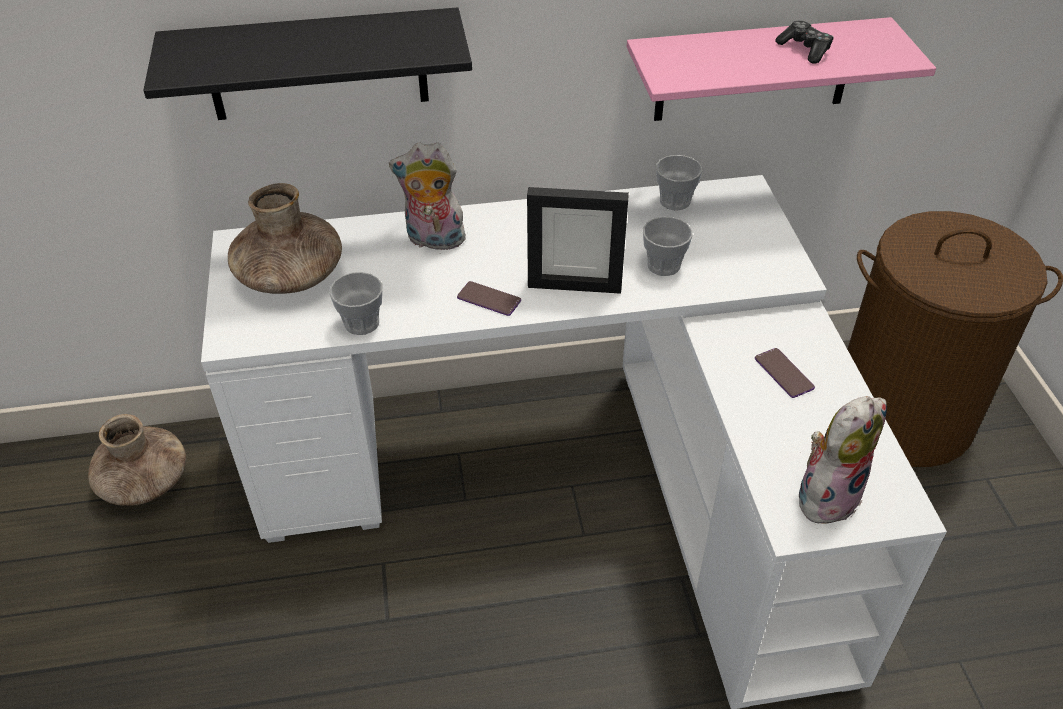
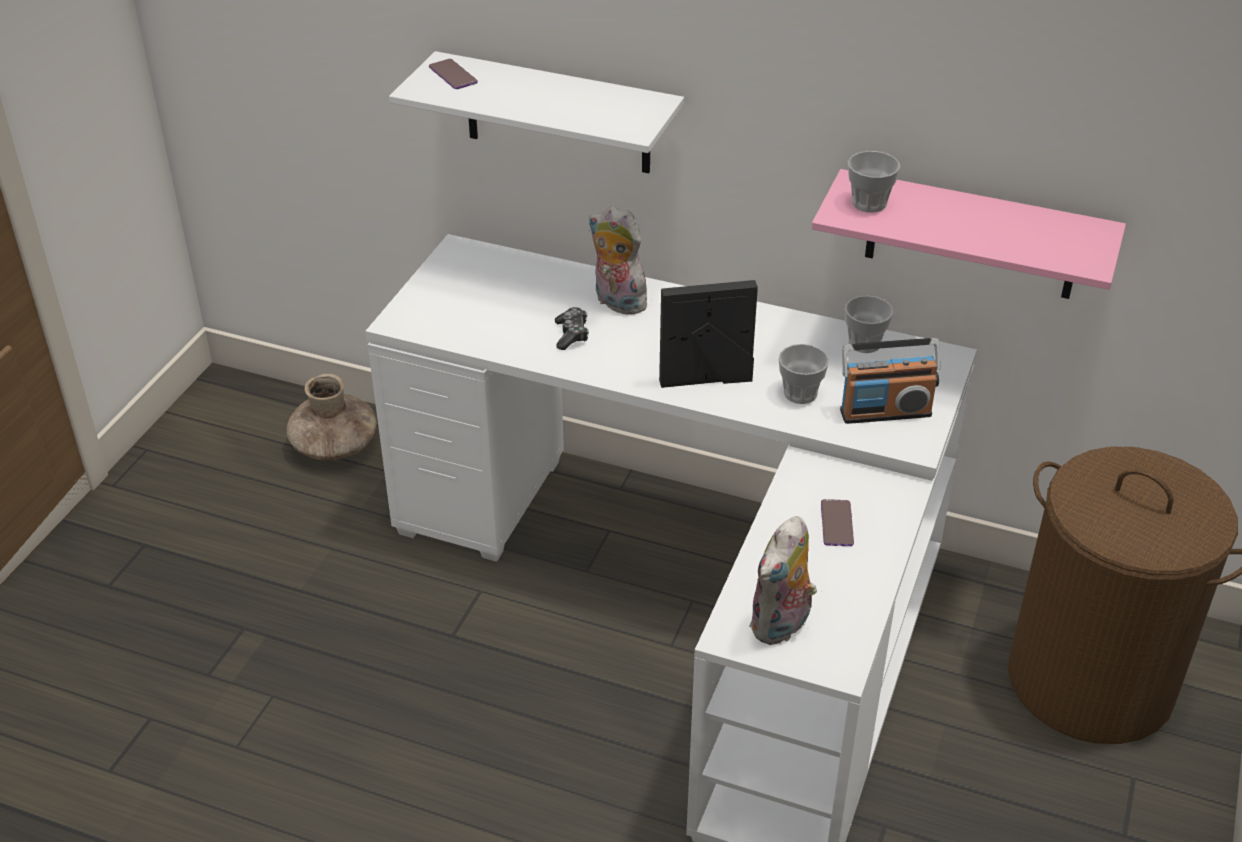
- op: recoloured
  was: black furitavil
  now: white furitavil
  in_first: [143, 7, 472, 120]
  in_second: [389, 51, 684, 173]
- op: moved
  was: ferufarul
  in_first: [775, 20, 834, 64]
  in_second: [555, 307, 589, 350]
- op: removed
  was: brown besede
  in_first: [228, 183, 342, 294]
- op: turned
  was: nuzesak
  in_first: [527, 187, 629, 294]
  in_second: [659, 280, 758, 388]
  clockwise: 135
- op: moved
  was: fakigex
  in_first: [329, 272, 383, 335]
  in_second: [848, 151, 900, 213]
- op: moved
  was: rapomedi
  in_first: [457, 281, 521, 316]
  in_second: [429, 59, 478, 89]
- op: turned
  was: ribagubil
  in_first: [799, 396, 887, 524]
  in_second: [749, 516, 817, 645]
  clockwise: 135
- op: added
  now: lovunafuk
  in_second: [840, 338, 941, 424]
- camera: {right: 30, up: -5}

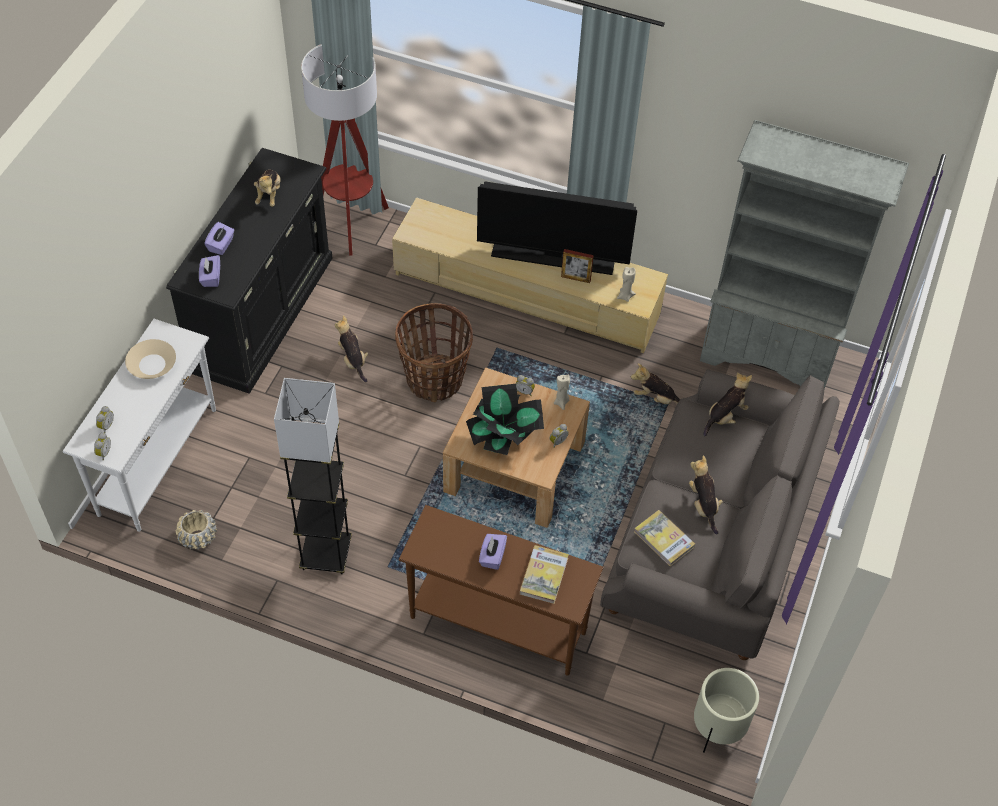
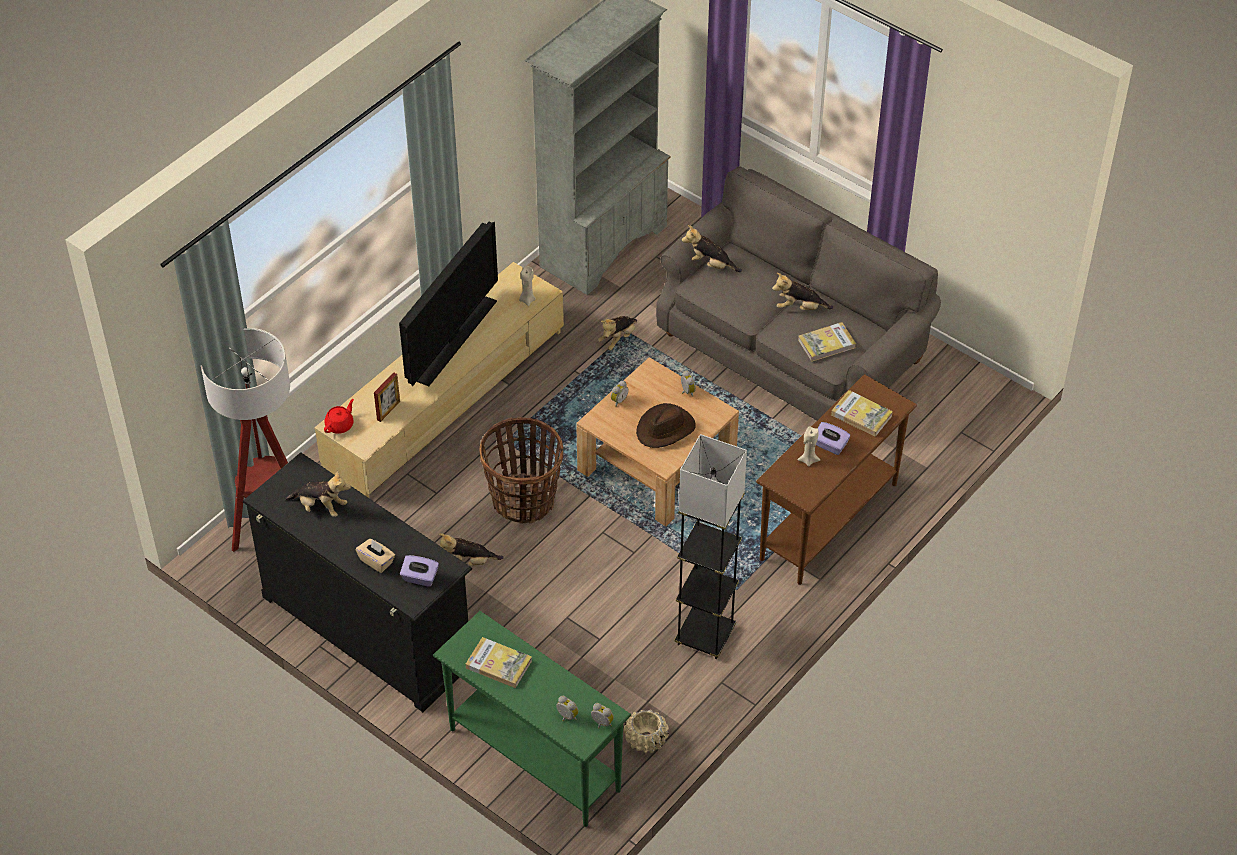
- op: recoloured
  was: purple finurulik
  now: beige finurulik
  in_first: [204, 222, 235, 255]
  in_second: [356, 539, 395, 573]
- op: moved
  was: nuzesak
  in_first: [561, 249, 594, 283]
  in_second: [374, 372, 400, 422]
- op: recoloured
  was: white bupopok
  now: green bupopok
  in_first: [63, 319, 216, 532]
  in_second: [433, 611, 631, 827]
- op: replaced
  was: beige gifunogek
  now: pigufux
  in_first: [125, 339, 176, 379]
  in_second: [466, 637, 532, 688]
- op: turned
  was: ribagubil
  in_first: [704, 372, 752, 436]
  in_second: [682, 225, 742, 272]
  clockwise: -45
- op: moved
  was: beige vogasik
  in_first: [554, 375, 570, 410]
  in_second: [797, 426, 820, 467]
- op: replaced
  was: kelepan
  now: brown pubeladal
  in_first: [466, 384, 544, 455]
  in_second: [636, 403, 696, 448]
- op: removed
  was: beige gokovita
  in_first: [694, 668, 759, 752]
- op: added
  now: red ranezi
  in_second: [324, 399, 354, 434]
- camera: {right: -70, up: -5}

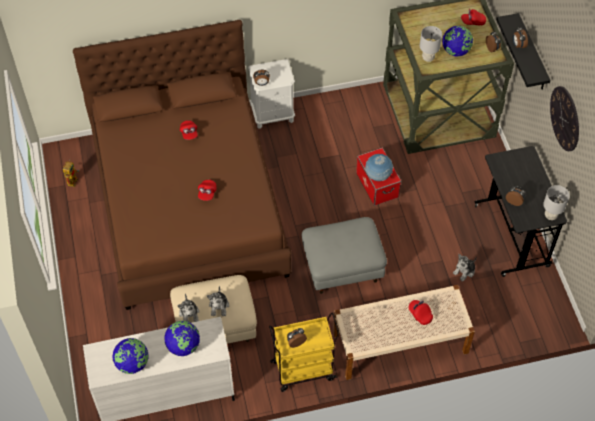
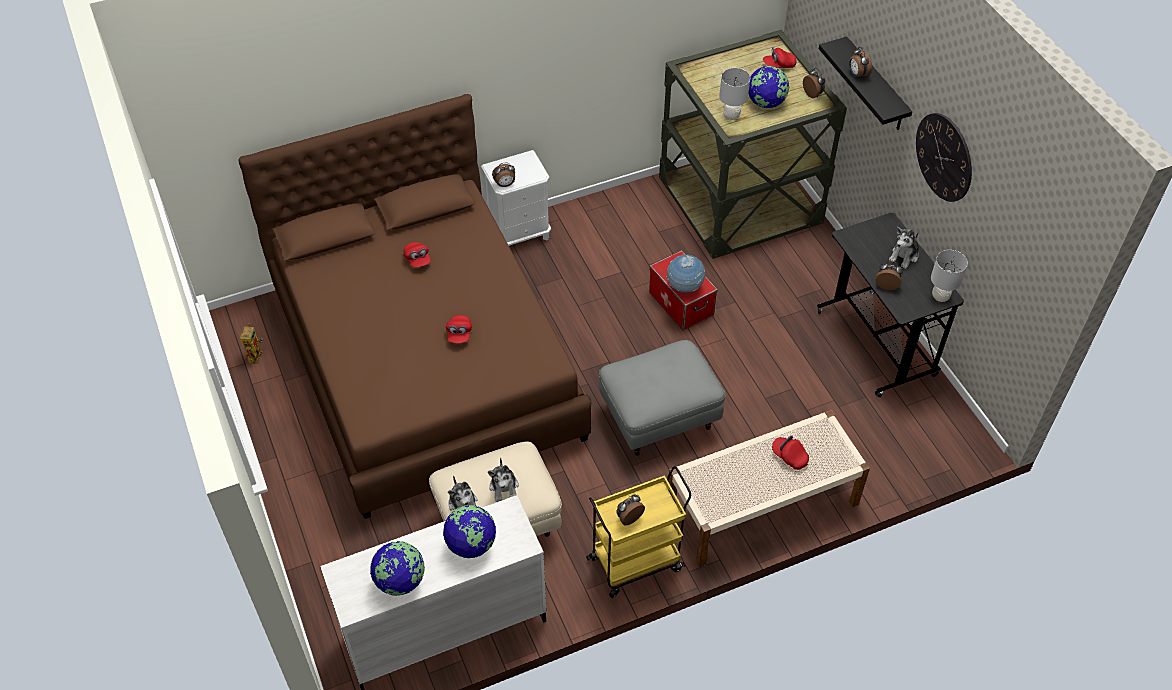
- op: moved
  was: ribagubil
  in_first: [453, 254, 477, 282]
  in_second: [889, 227, 919, 269]
- camera: {right: -10, up: -5}

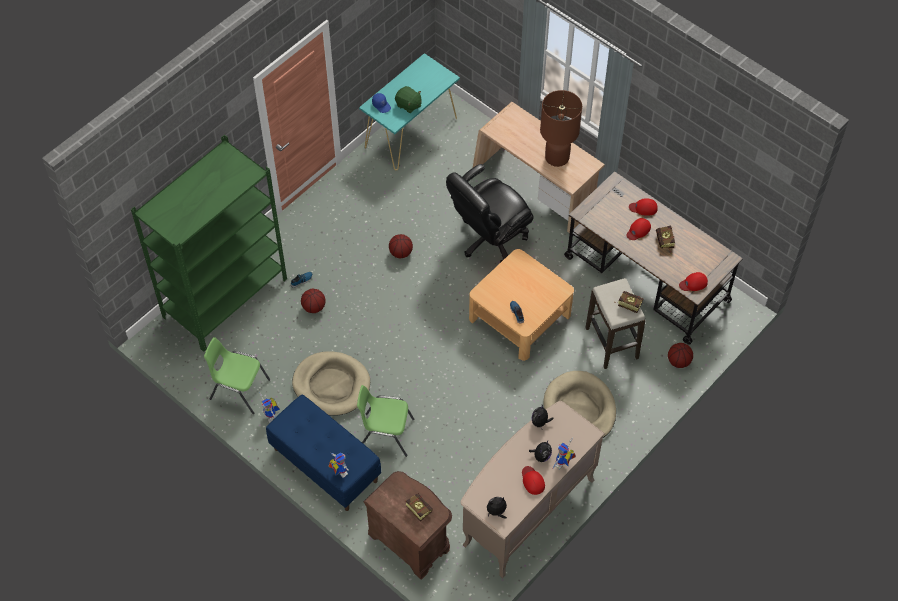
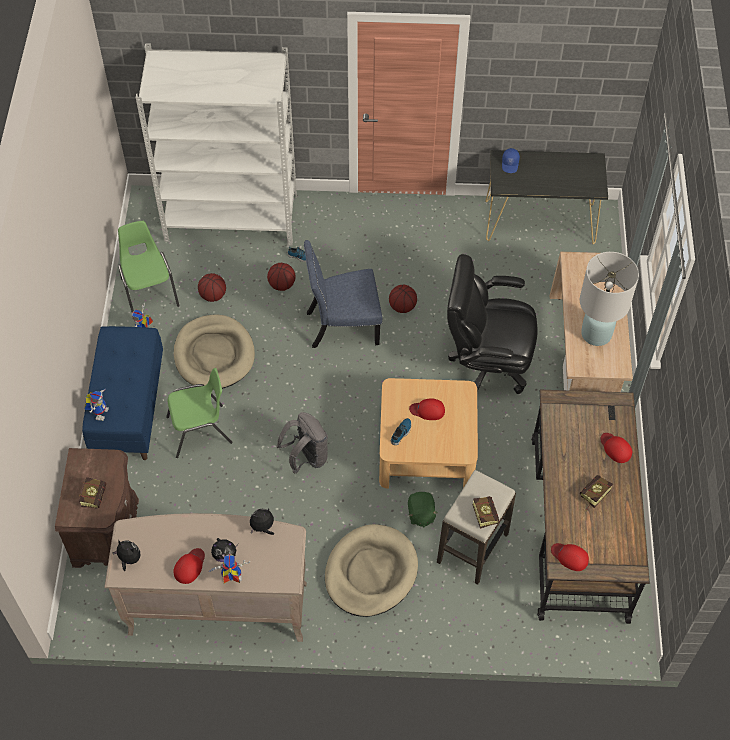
- op: recoloured
  was: turquoise bupopok
  now: black bupopok
  in_first: [359, 53, 460, 170]
  in_second: [485, 150, 608, 244]
- op: moved
  was: green ribagubil
  in_first: [395, 86, 422, 113]
  in_second: [408, 492, 438, 528]
- op: recoloured
  was: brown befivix
  now: white befivix
  in_first: [540, 90, 582, 167]
  in_second: [580, 252, 639, 346]
- op: recoloured
  was: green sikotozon
  now: white sikotozon
  in_first: [131, 135, 287, 352]
  in_second: [136, 43, 297, 245]
- op: moved
  was: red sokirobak
  in_first: [626, 218, 651, 240]
  in_second: [409, 398, 445, 420]
- op: moved
  was: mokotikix
  in_first: [668, 343, 693, 368]
  in_second: [198, 273, 226, 302]
- op: turned
  was: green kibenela
  in_first: [357, 385, 414, 457]
  in_second: [166, 368, 233, 458]
  clockwise: 105
- op: added
  now: blue kibenela
  in_second: [304, 240, 383, 348]
- op: added
  now: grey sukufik
  in_second: [277, 412, 328, 474]
- camera: {right: 50, up: 0}

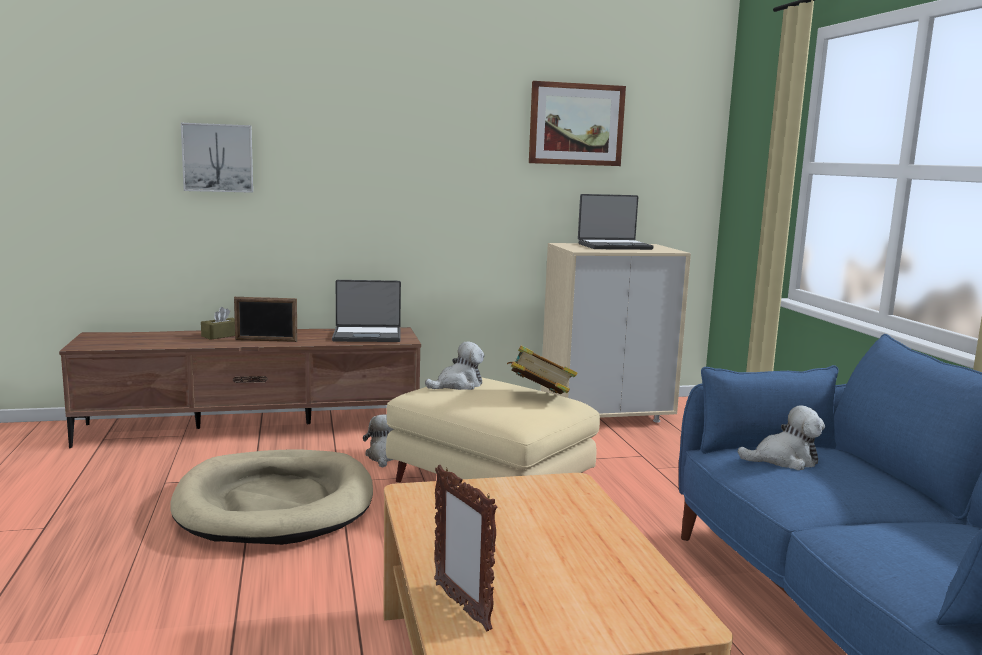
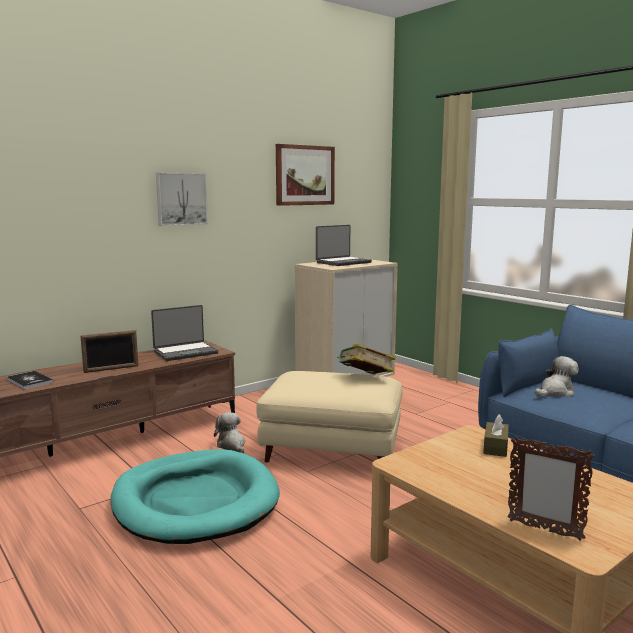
- op: moved
  was: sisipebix
  in_first: [181, 123, 253, 193]
  in_second: [156, 173, 208, 226]
- op: moved
  was: brown finurulik
  in_first: [201, 307, 235, 340]
  in_second: [483, 414, 509, 457]
- op: removed
  was: ribagubil
  in_first: [425, 342, 485, 390]
- op: recoloured
  was: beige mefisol
  now: turquoise mefisol
  in_first: [171, 450, 373, 545]
  in_second: [111, 449, 280, 544]
- op: added
  now: pigufux
  in_second: [6, 371, 53, 390]
- camera: {right: -25, up: 0}

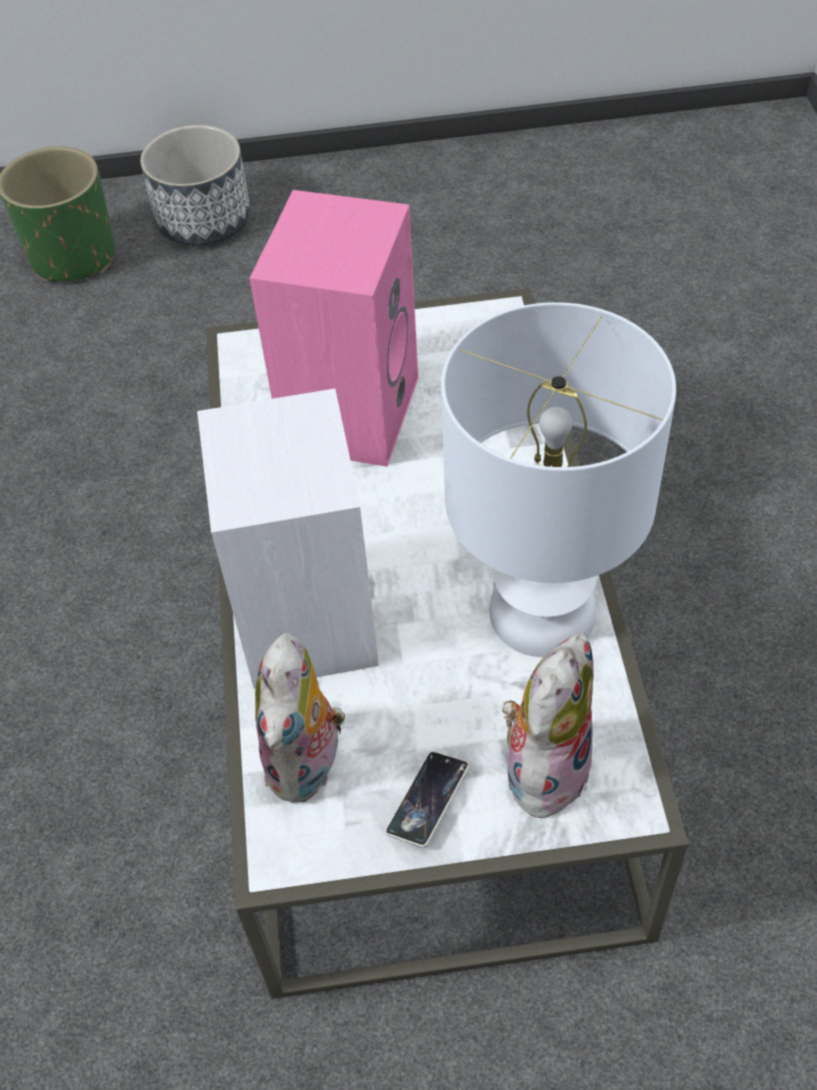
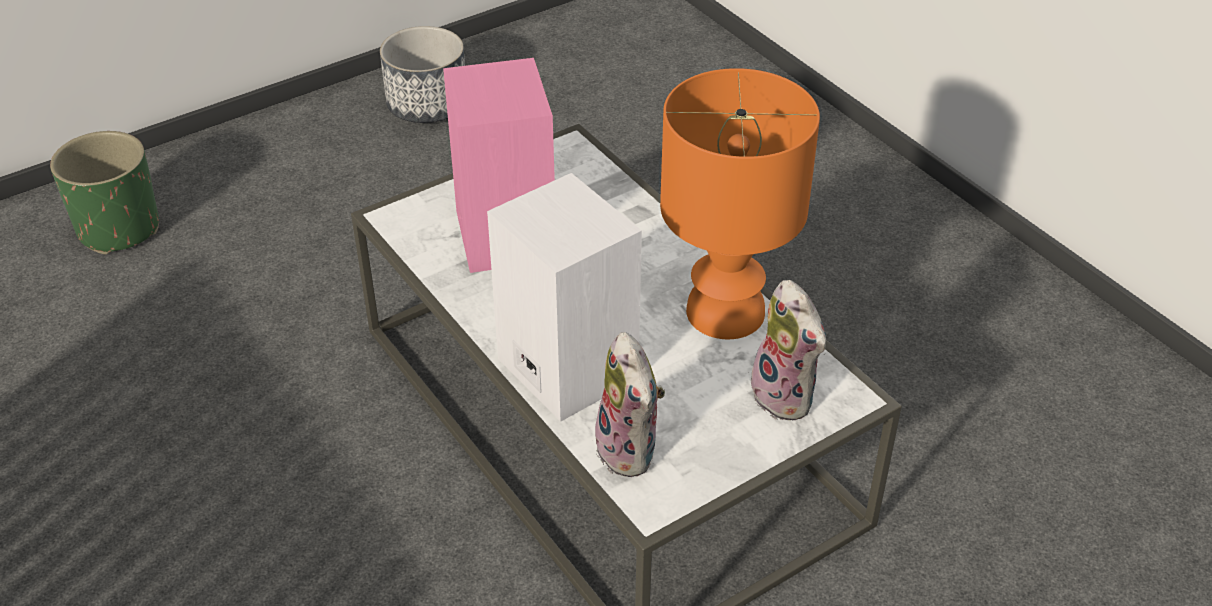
- op: moved
  was: gokovita
  in_first: [140, 125, 250, 245]
  in_second: [380, 26, 465, 123]
- op: recoloured
  was: white befivix
  now: orange befivix
  in_first: [441, 302, 676, 657]
  in_second: [660, 68, 820, 339]
- op: turned
  was: ribagubil
  in_first: [495, 633, 594, 828]
  in_second: [747, 280, 826, 420]
  clockwise: 150
- op: removed
  was: rapomedi
  in_first: [386, 752, 470, 848]
- camera: {right: -30, up: -10}

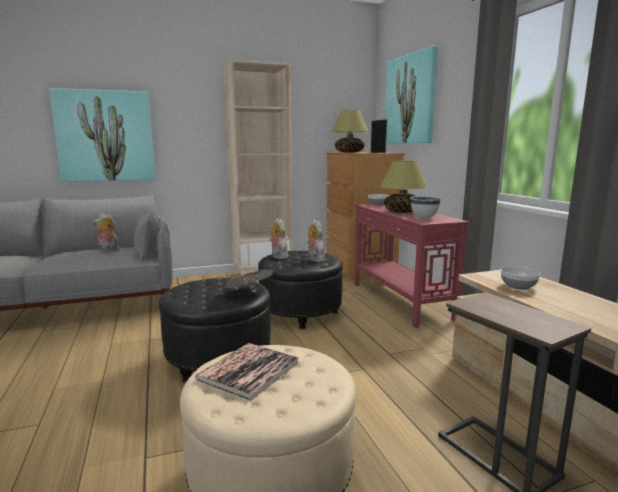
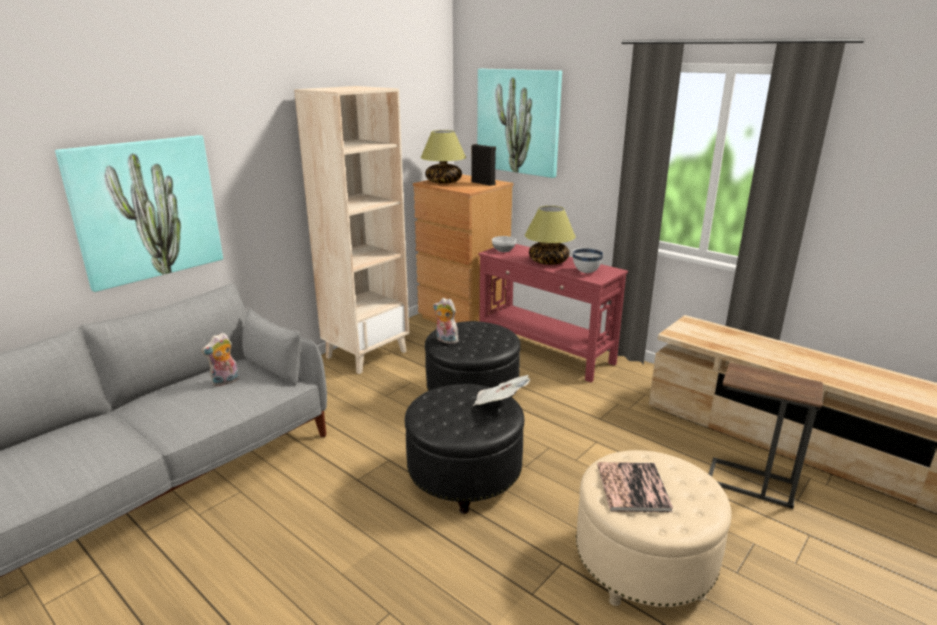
- op: removed
  was: ribagubil
  in_first: [307, 220, 325, 262]
- op: removed
  was: gifunogek
  in_first: [501, 266, 540, 290]
- camera: {right: -30, up: 10}

